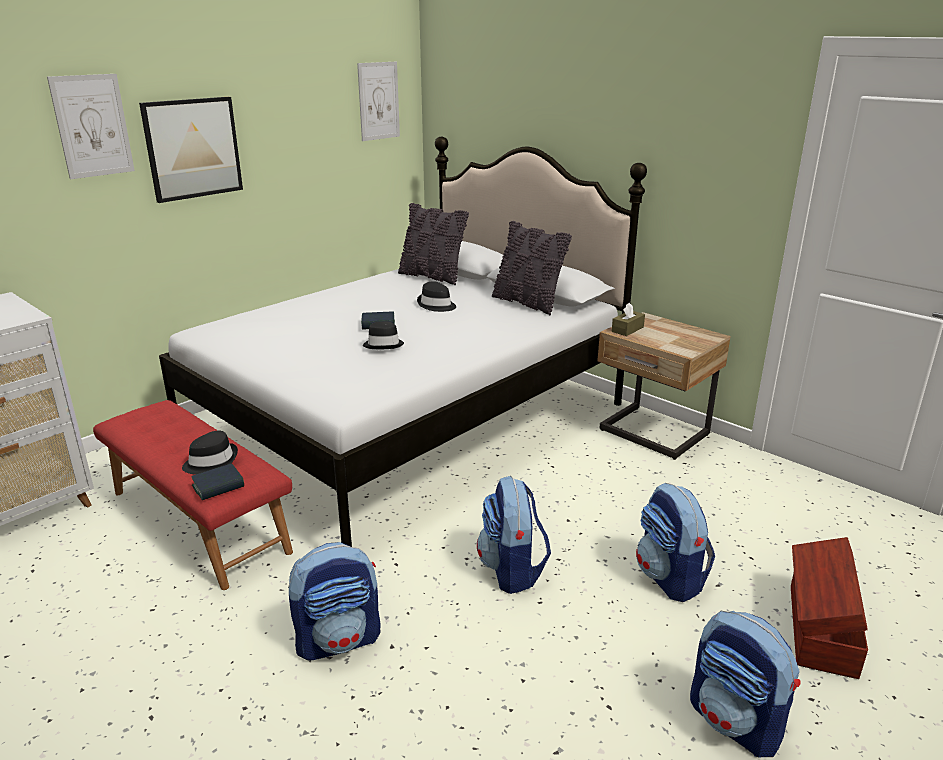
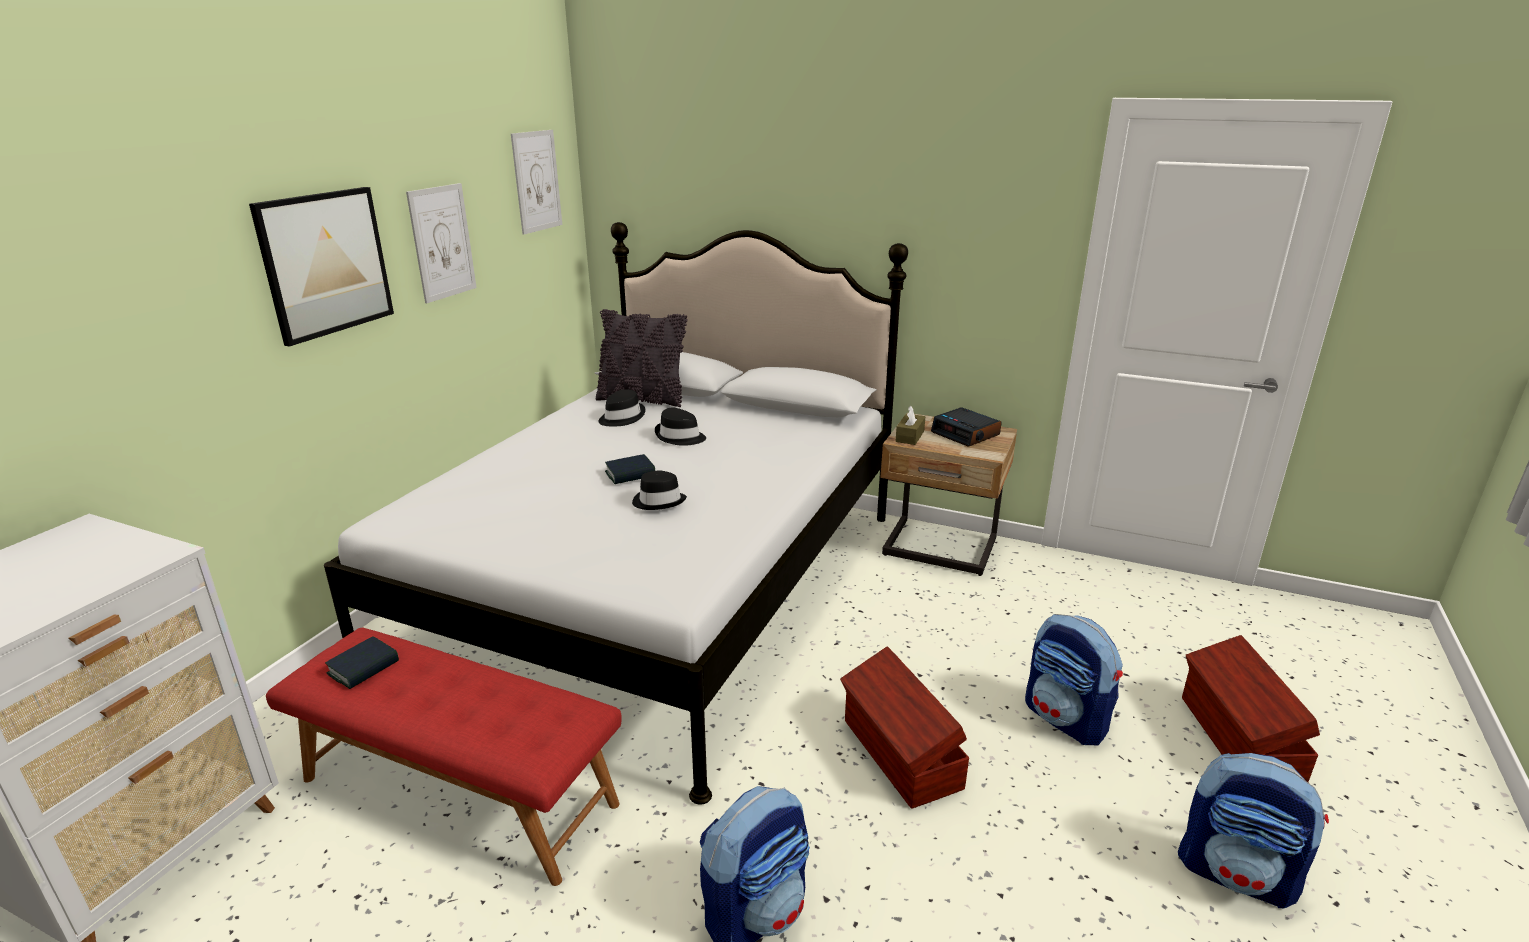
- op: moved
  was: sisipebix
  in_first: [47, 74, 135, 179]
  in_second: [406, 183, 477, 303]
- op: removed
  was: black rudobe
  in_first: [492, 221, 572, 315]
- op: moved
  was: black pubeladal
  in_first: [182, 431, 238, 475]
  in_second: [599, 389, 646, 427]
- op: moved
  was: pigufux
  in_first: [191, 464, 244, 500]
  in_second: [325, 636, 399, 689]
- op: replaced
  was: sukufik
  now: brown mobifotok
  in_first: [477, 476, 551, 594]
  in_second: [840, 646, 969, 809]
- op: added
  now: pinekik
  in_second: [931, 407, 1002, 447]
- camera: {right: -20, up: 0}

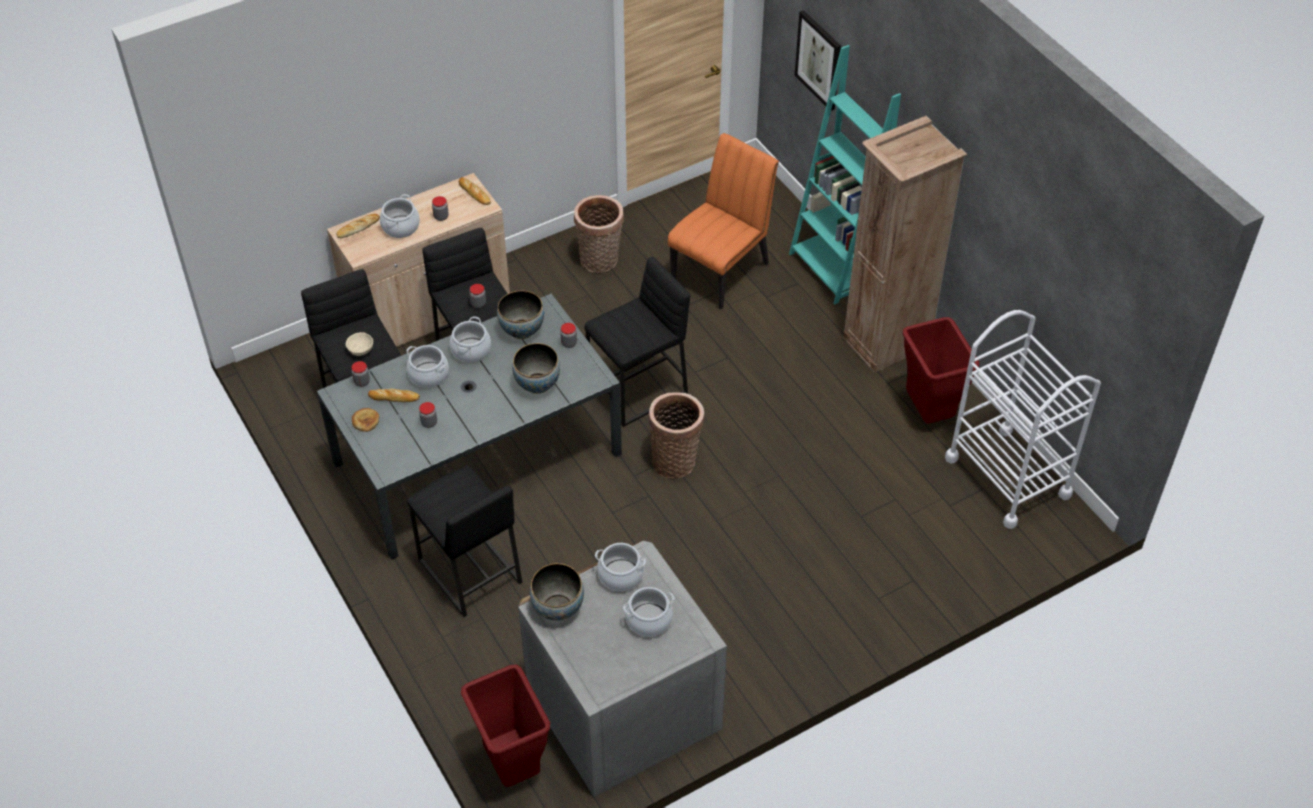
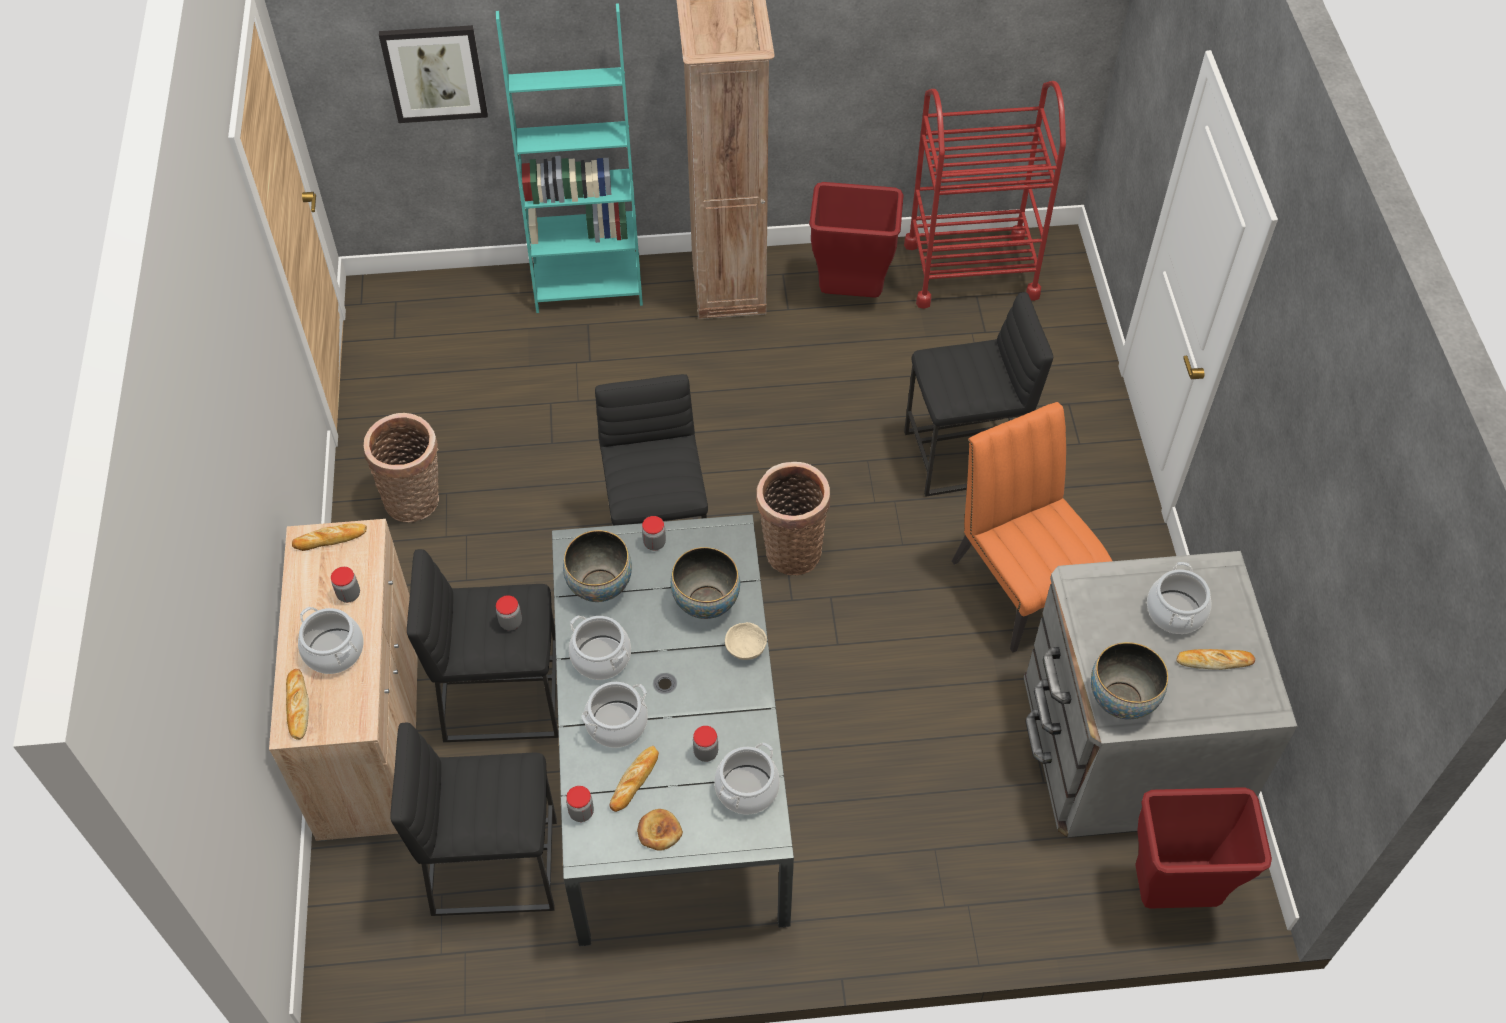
- op: moved
  was: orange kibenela
  in_first: [668, 133, 779, 309]
  in_second: [952, 402, 1112, 653]
- op: recoloured
  was: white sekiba
  now: red sekiba
  in_first: [945, 310, 1101, 529]
  in_second: [904, 81, 1066, 309]
- op: moved
  was: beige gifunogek
  in_first: [346, 332, 373, 356]
  in_second: [725, 622, 767, 660]
- op: moved
  was: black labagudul
  in_first: [407, 466, 522, 617]
  in_second: [904, 292, 1053, 497]
- op: moved
  was: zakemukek
  in_first: [595, 543, 646, 591]
  in_second: [714, 743, 780, 815]
- op: added
  now: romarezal
  in_second: [1176, 649, 1255, 670]
- camera: {right: -65, up: 5}

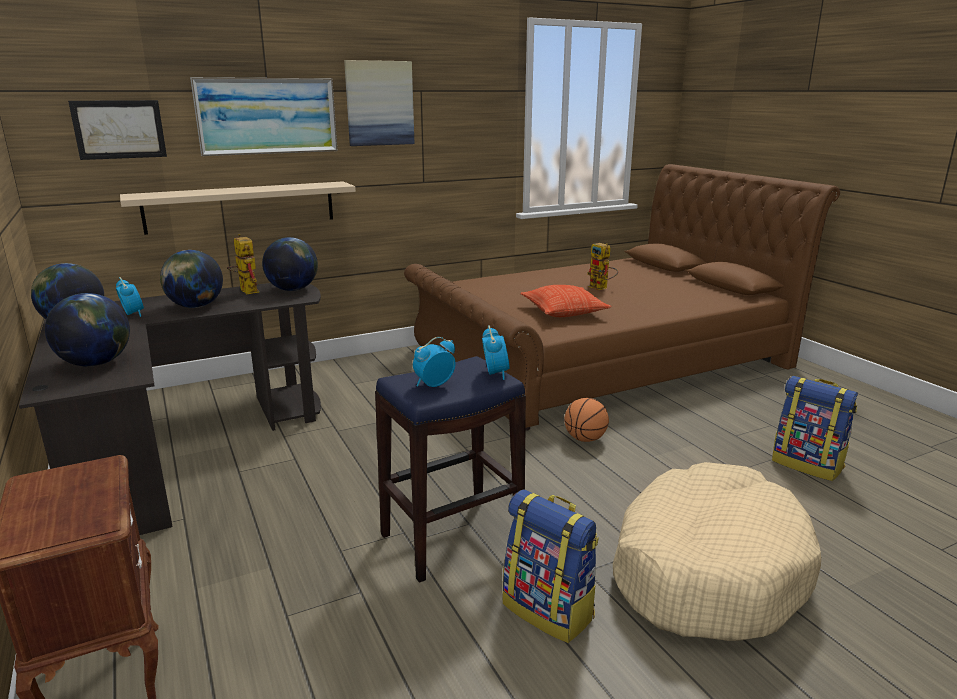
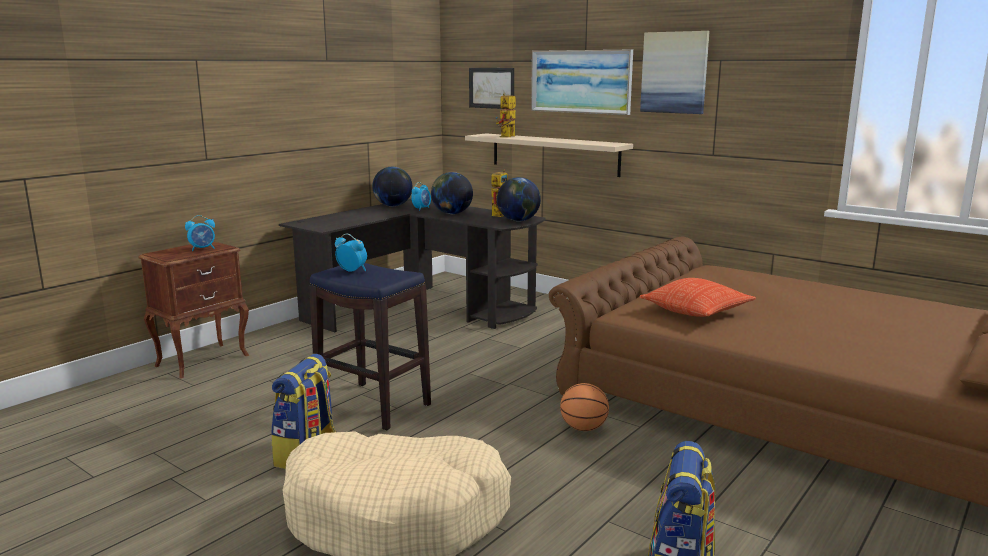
- op: moved
  was: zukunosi
  in_first: [587, 243, 618, 290]
  in_second: [496, 94, 516, 137]
- op: removed
  was: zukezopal
  in_first: [45, 293, 130, 367]
- op: moved
  was: pinekik
  in_first: [482, 325, 510, 380]
  in_second: [185, 215, 215, 251]
- camera: {right: 65, up: -5}

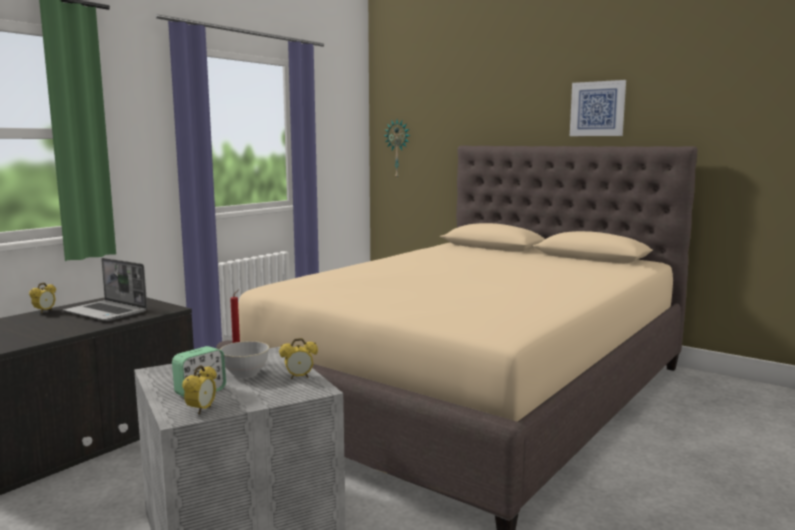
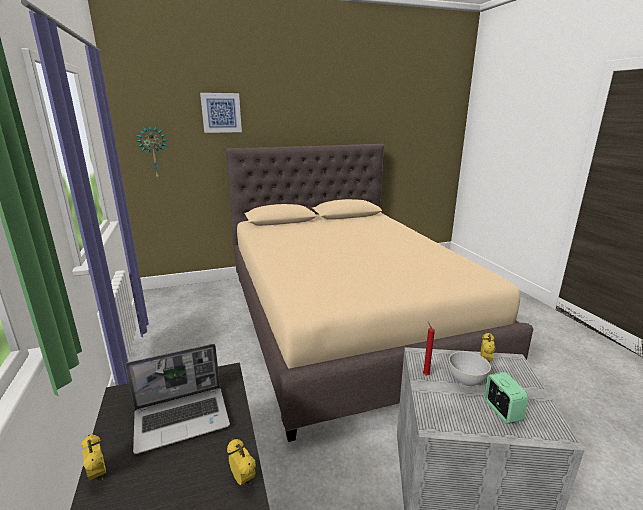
- op: moved
  was: sisipebix
  in_first: [570, 80, 626, 136]
  in_second: [200, 93, 242, 133]
- op: moved
  was: pinekik
  in_first: [182, 365, 217, 415]
  in_second: [227, 439, 256, 485]
- camera: {right: -55, up: 10}

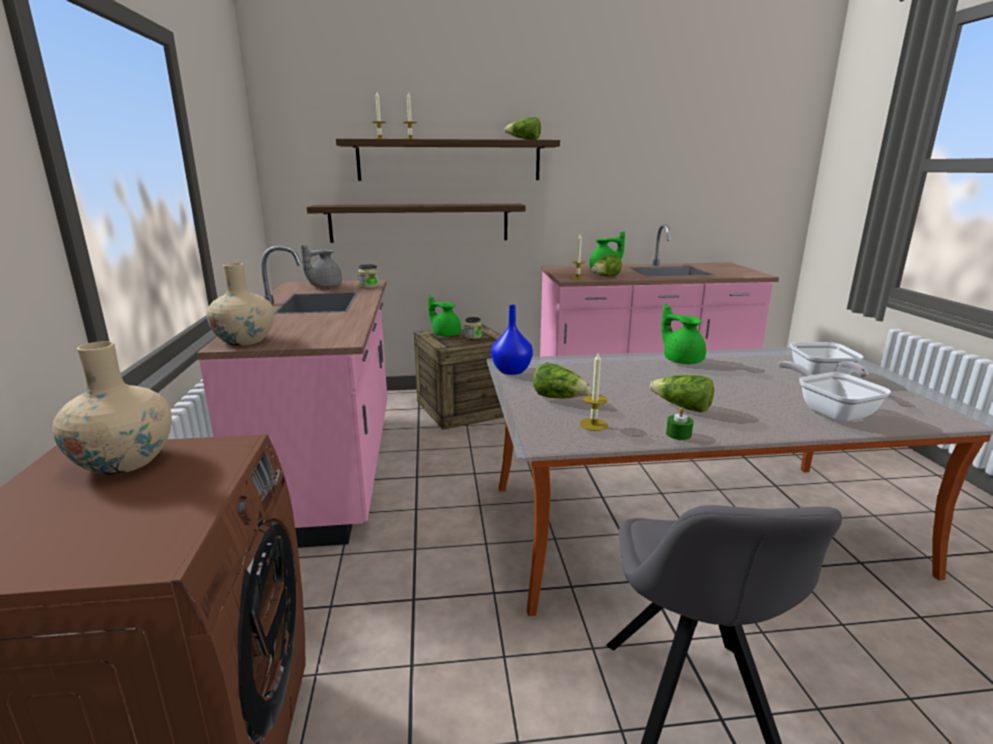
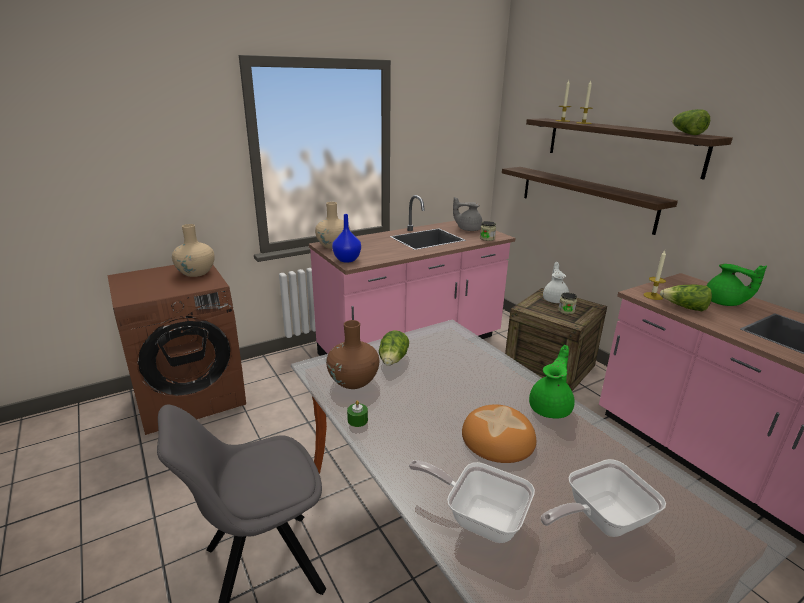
- op: recoloured
  was: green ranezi
  now: white ranezi
  in_first: [428, 295, 461, 336]
  in_second: [543, 262, 569, 303]
- op: moved
  was: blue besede
  in_first: [491, 305, 533, 375]
  in_second: [332, 214, 361, 263]
- op: replaced
  was: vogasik
  now: brown besede
  in_first: [579, 351, 608, 431]
  in_second: [326, 320, 379, 389]
- op: turned
  was: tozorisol
  in_first: [778, 361, 891, 422]
  in_second: [409, 460, 535, 543]
  clockwise: -105
- op: removed
  was: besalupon
  in_first: [650, 375, 714, 413]
- op: added
  now: romarezal
  in_second: [462, 404, 536, 463]
- camera: {right: 65, up: 5}

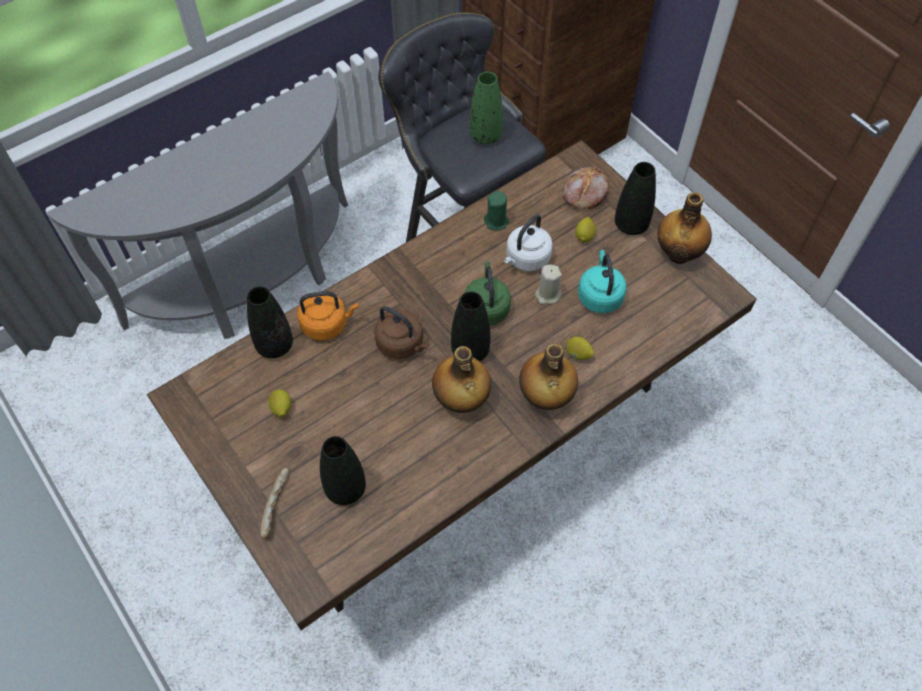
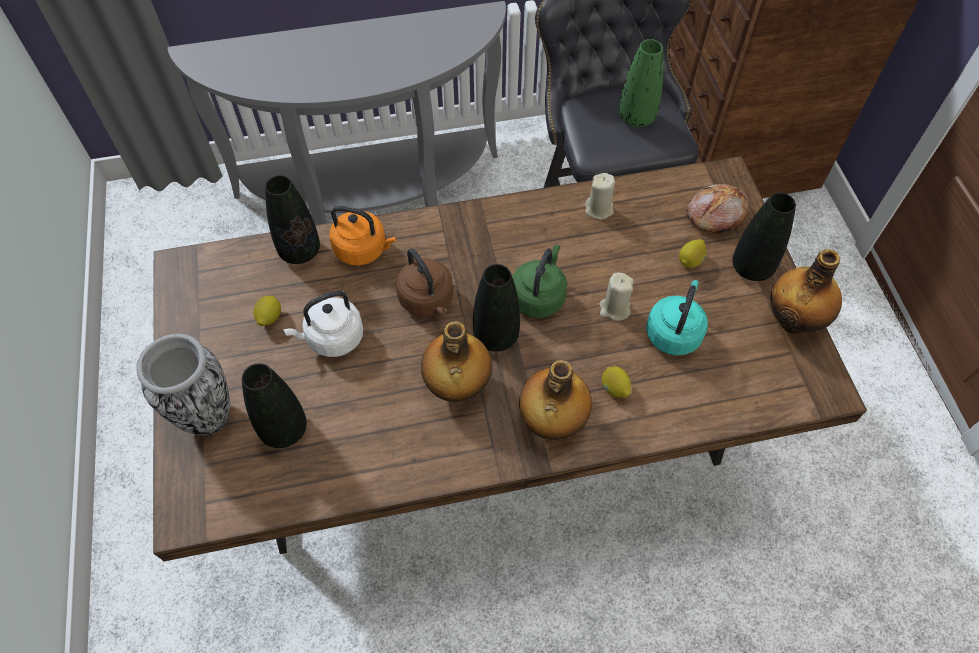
- op: recoloured
  was: green vogasik
  now: beige vogasik
  in_first: [484, 191, 509, 230]
  in_second: [585, 173, 615, 220]
- op: moved
  was: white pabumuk
  in_first: [504, 214, 553, 271]
  in_second: [283, 291, 363, 357]
- op: replaced
  was: romarezal
  now: besede
  in_first: [260, 468, 289, 539]
  in_second: [136, 334, 230, 436]
- camera: {right: 25, up: 0}

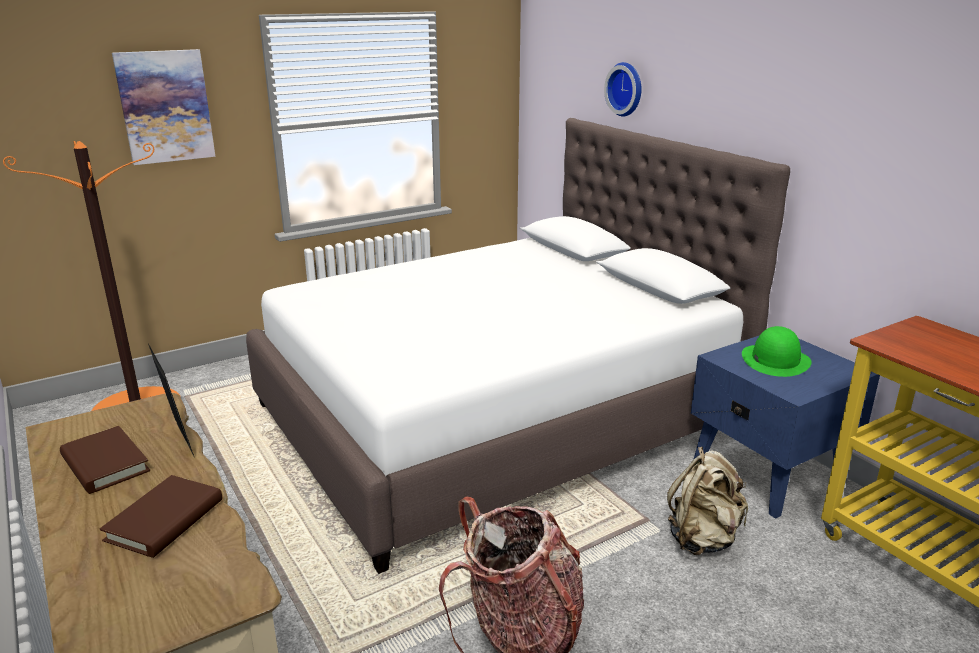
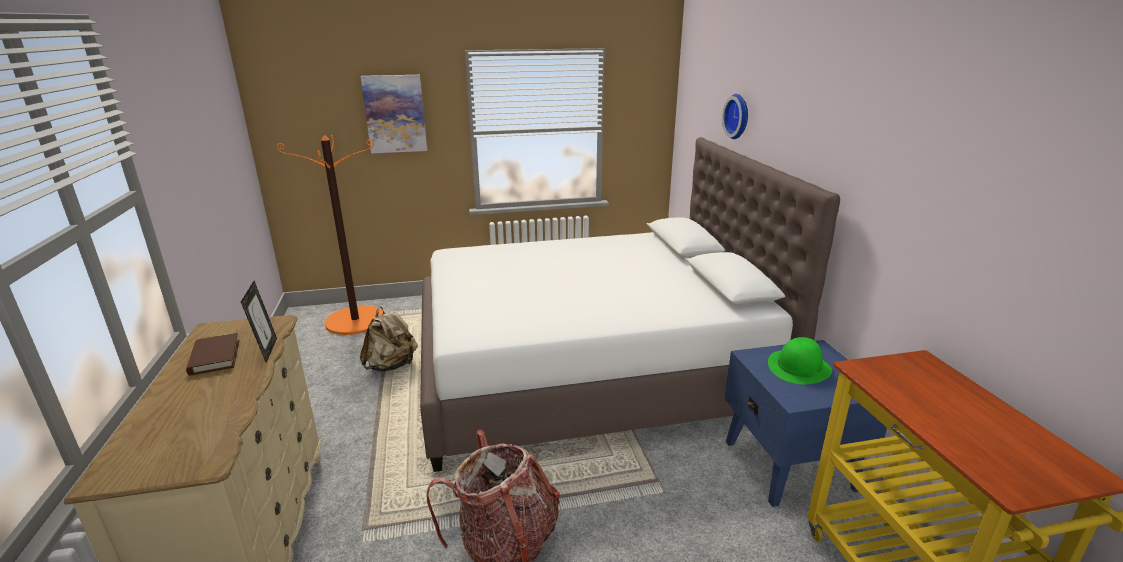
- op: moved
  was: beige sukufik
  in_first: [667, 447, 748, 555]
  in_second: [360, 307, 418, 372]
- op: removed
  was: brown pigufux
  in_first: [99, 475, 222, 558]
- camera: {right: 20, up: 0}

